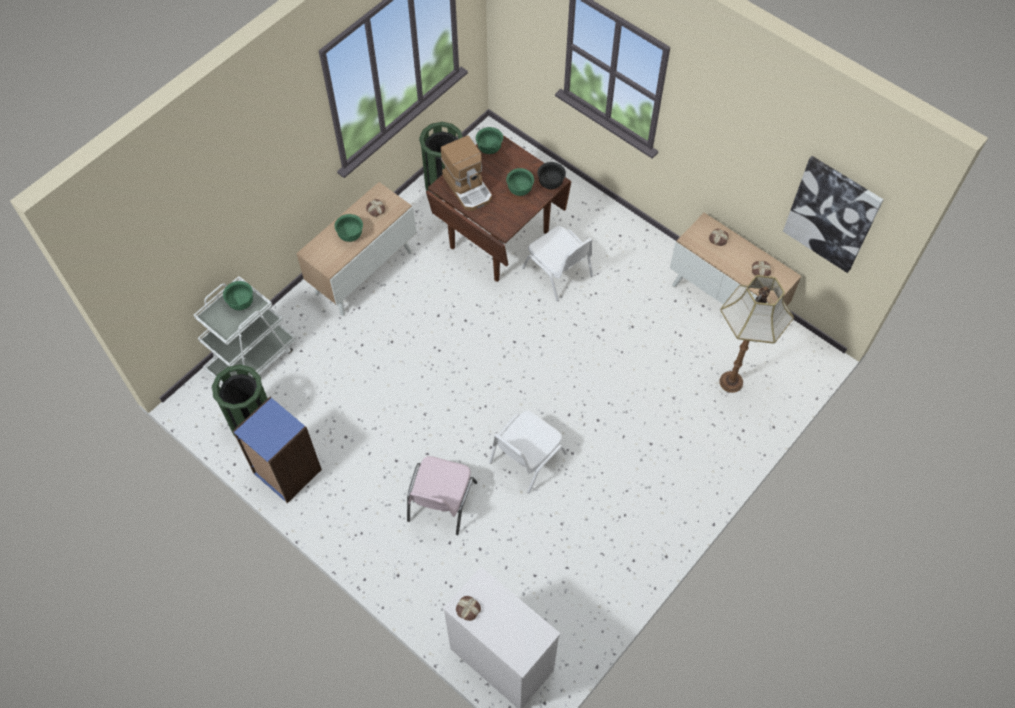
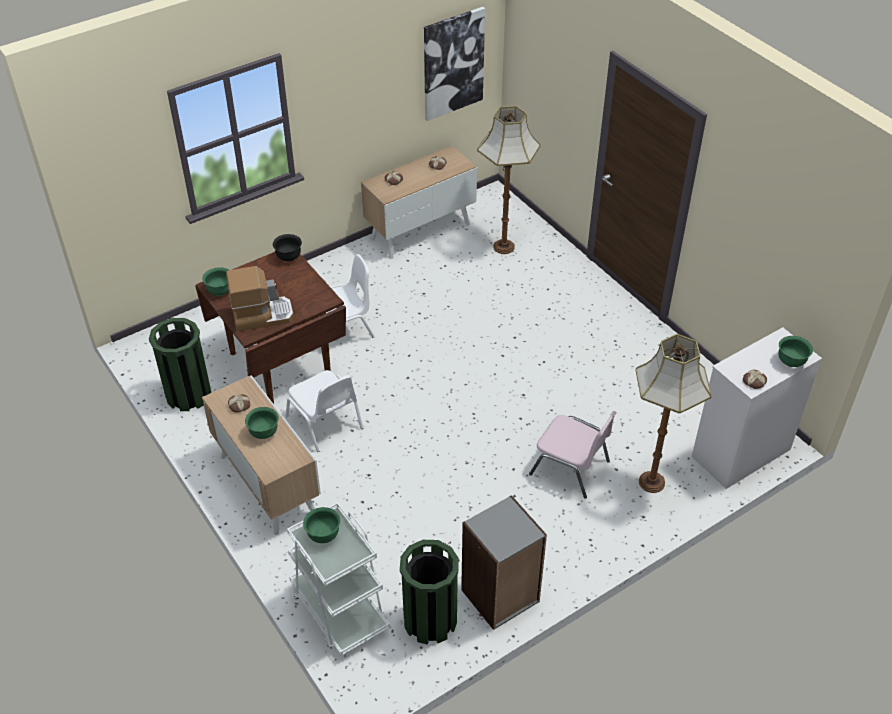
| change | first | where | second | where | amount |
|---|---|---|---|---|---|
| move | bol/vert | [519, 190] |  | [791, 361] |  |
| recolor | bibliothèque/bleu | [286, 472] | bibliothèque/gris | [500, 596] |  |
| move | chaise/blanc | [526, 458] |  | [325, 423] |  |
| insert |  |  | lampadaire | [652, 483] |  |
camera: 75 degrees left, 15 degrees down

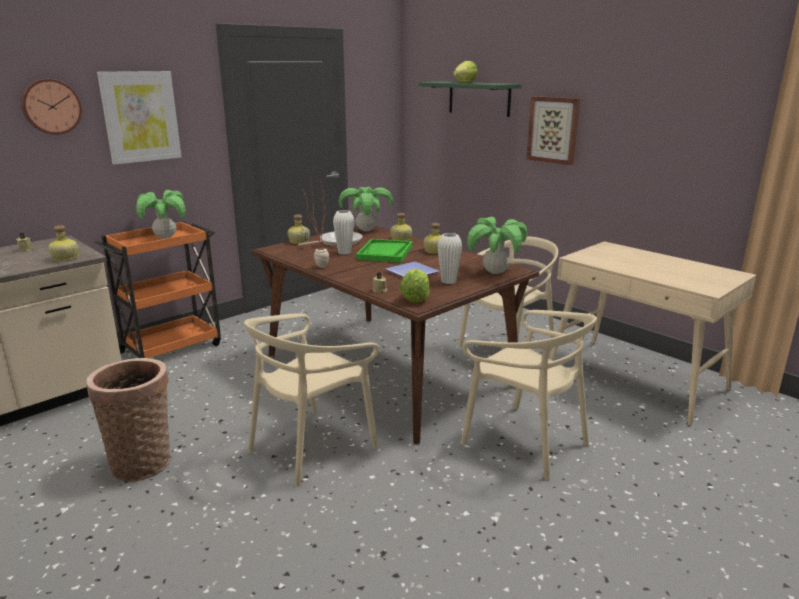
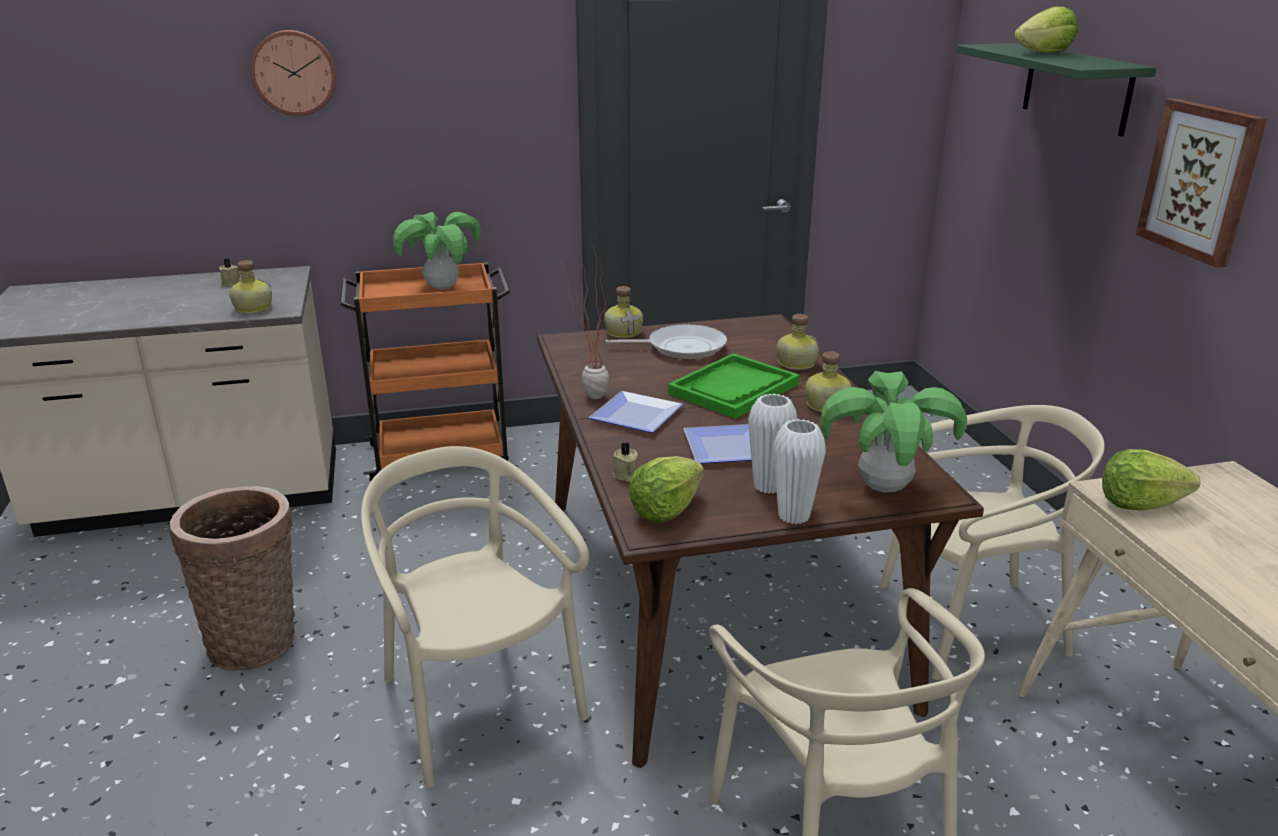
| change | first | where | second | where | amount |
|---|---|---|---|---|---|
| delete | tableau | [140, 117] |  |  |  |
| delete | plante en pot | [366, 230] |  |  |  |
| move | vase/blanc | [344, 252] |  | [793, 516] |  |
| rotate | chaise/beige | [312, 446] |  | [478, 704] | 75 degrees clockwise |
| insert |  |  | assiette | [639, 415] |  |
| insert |  |  | laitue | [1139, 504] |  |
camera: 30 degrees right, 5 degrees up

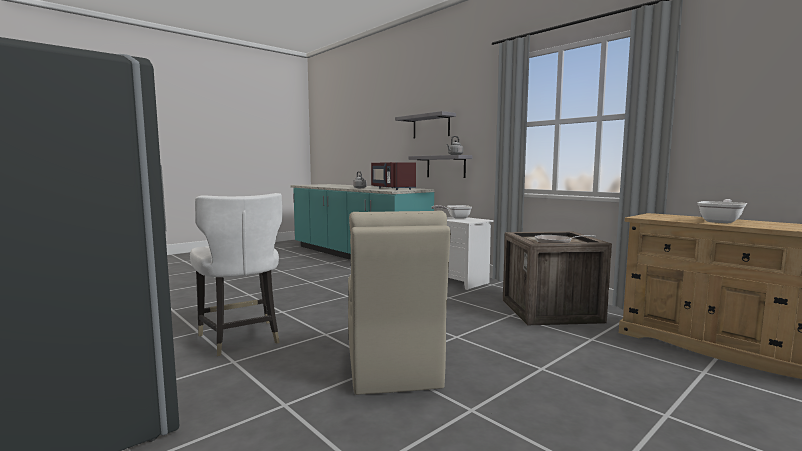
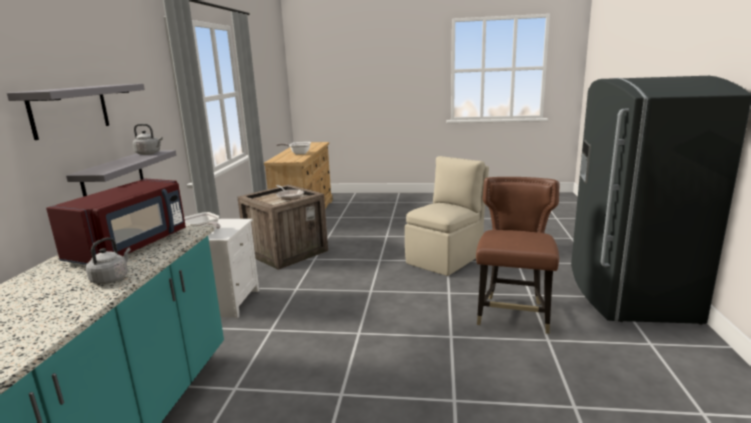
| change | first | where | second | where | amount |
|---|---|---|---|---|---|
| recolor | chaise/blanc | [241, 338] | chaise/marron | [513, 315] |  |
camera: 130 degrees left, 10 degrees up

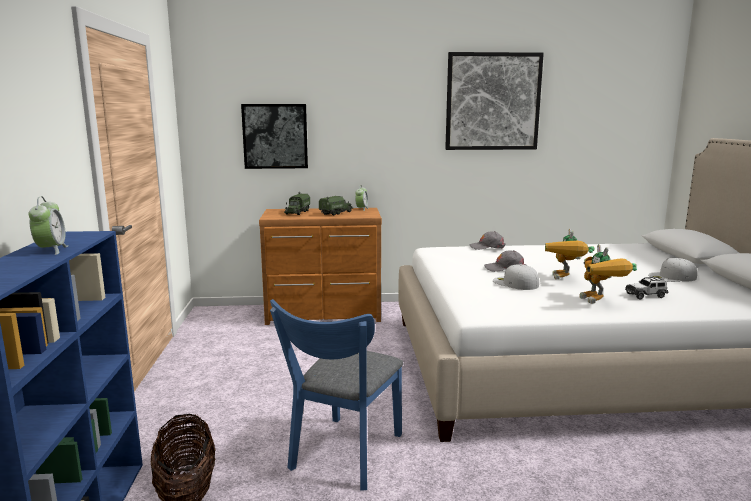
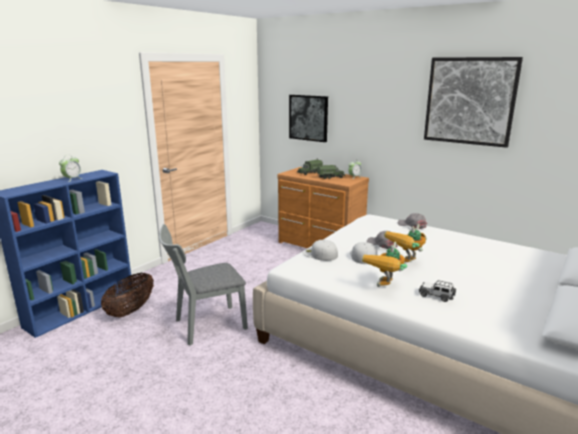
| change | first | where | second | where | amount |
|---|---|---|---|---|---|
| move | casquette/blanc | [672, 277] |  | [319, 254] |  |
| recolor | chaise/bleu | [343, 456] | chaise/gris | [205, 326] |  |
camera: 40 degrees right, 5 degrees up

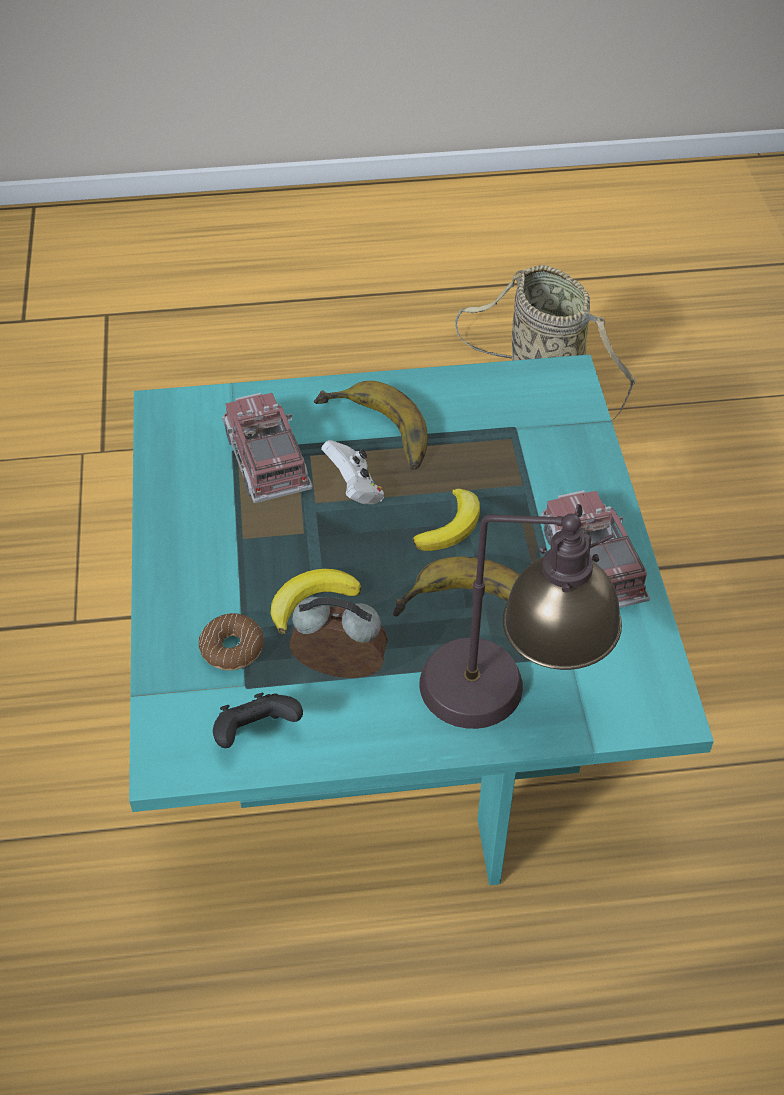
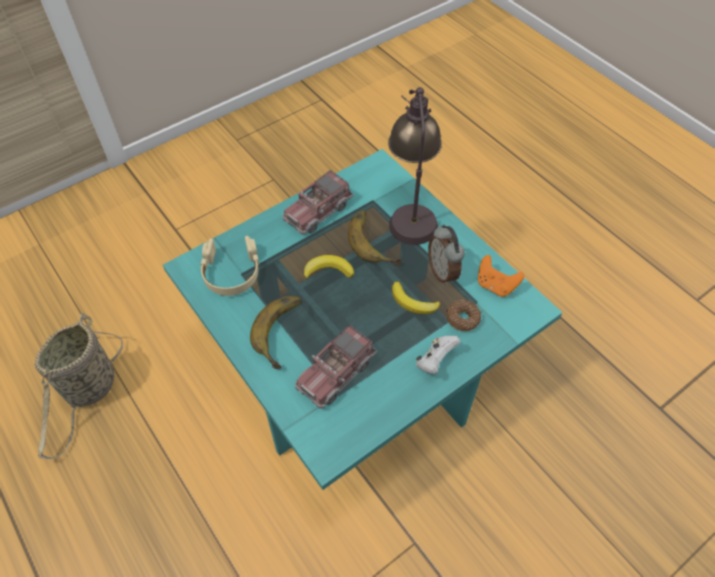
| change | first | where | second | where | amount |
|---|---|---|---|---|---|
| move | manette/blanc | [355, 489] |  | [435, 360] |  |
| recolor | manette/noir | [256, 733] | manette/orange | [495, 285] |  |
| insert |  |  | casque audio/beige | [231, 272] |  |
camera: 120 degrees left, 5 degrees up

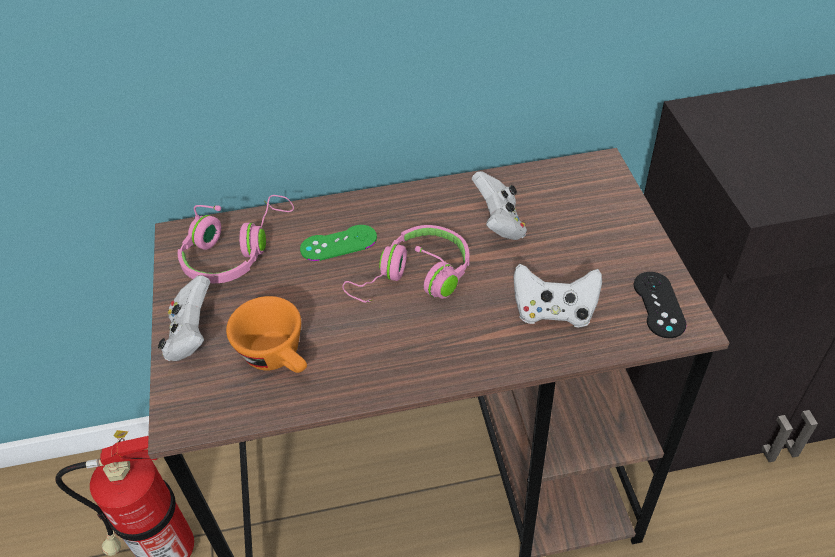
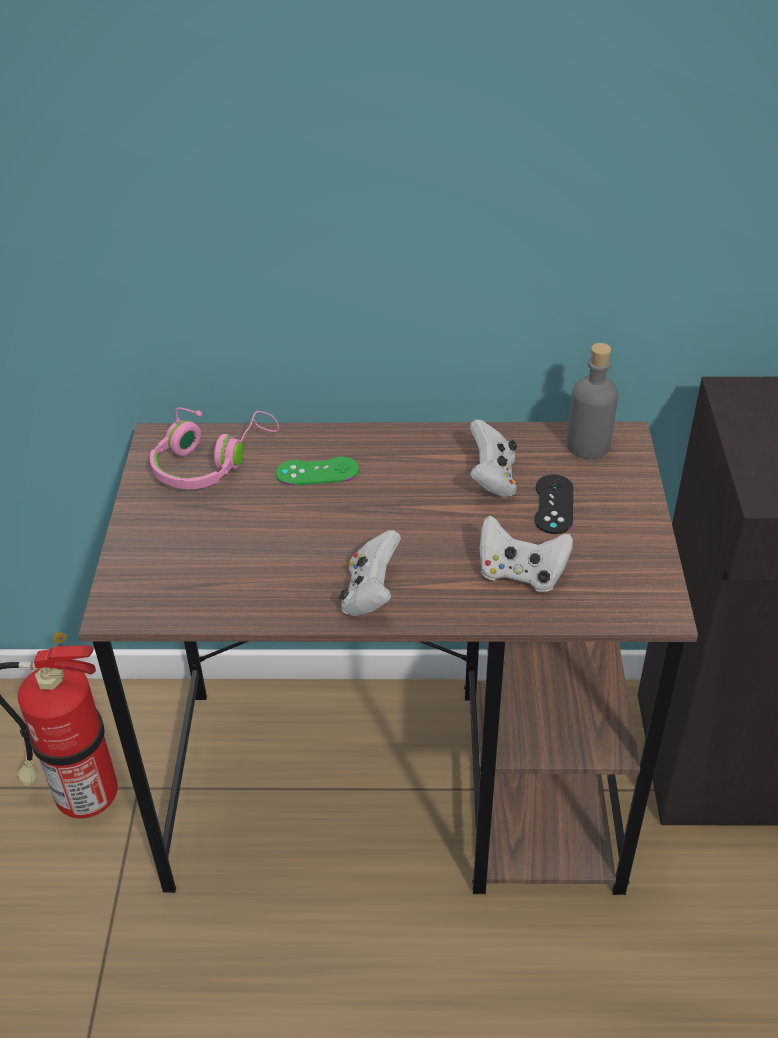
| change | first | where | second | where | amount |
|---|---|---|---|---|---|
| delete | casque audio/rose | [414, 279] |  |  |  |
| move | manette/noir | [659, 304] |  | [554, 504] |  |
| move | manette/blanc | [192, 336] |  | [370, 594] |  |
| delete | tasse/orange | [279, 358] |  |  |  |
| insert |  |  | bouteille/gris | [588, 445] |  |
camera: 10 degrees right, 5 degrees down

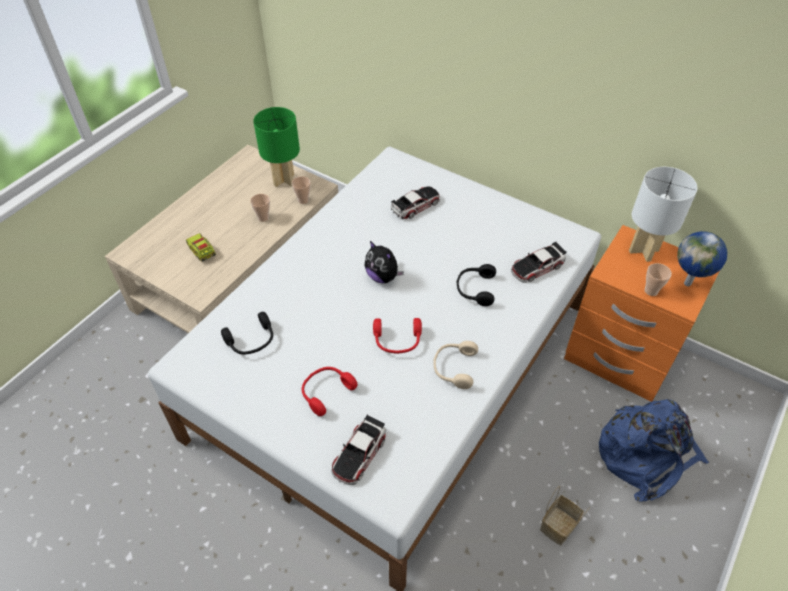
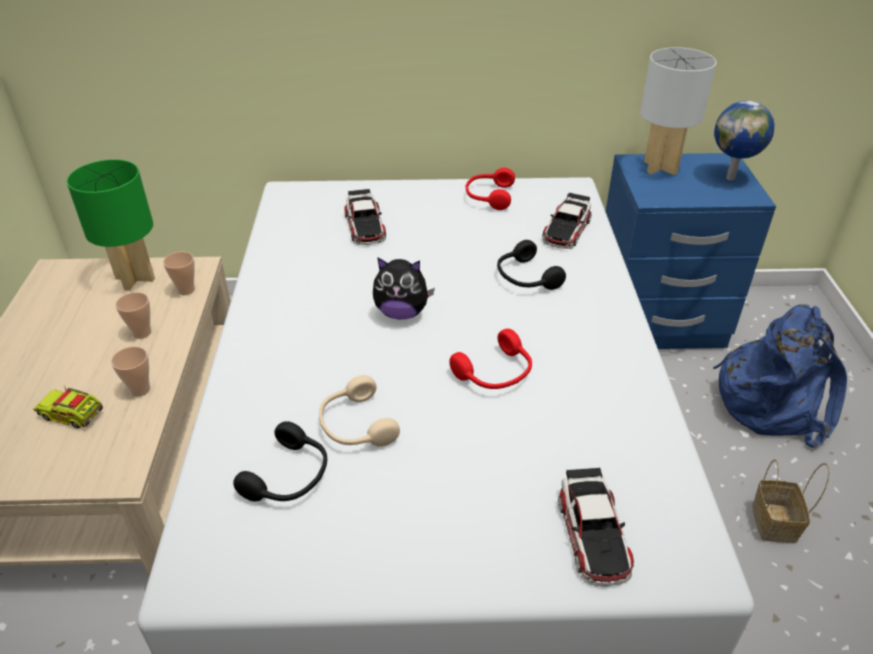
| change | first | where | second | where | amount |
|---|---|---|---|---|---|
| rotate | petite voiture | [415, 205] |  | [365, 225] | 150 degrees clockwise |
| recolor | table de chevet/orange | [619, 356] | table de chevet/bleu | [657, 321] |  |
| move | tasse | [651, 291] |  | [140, 390] |  |
| move | casque audio/beige | [454, 368] |  | [355, 425] |  |
| move | casque audio/rouge | [326, 392] |  | [488, 196] |  |
camera: 35 degrees left, 10 degrees down

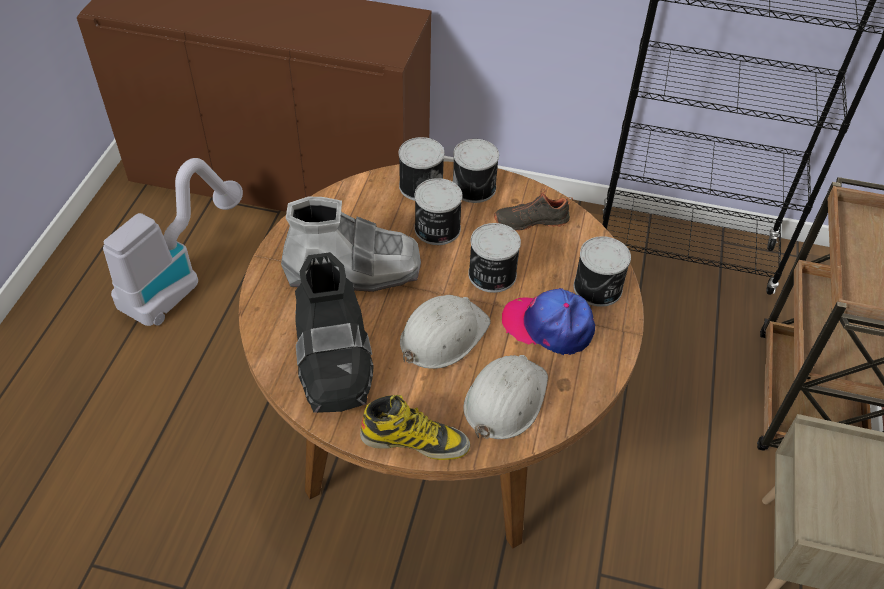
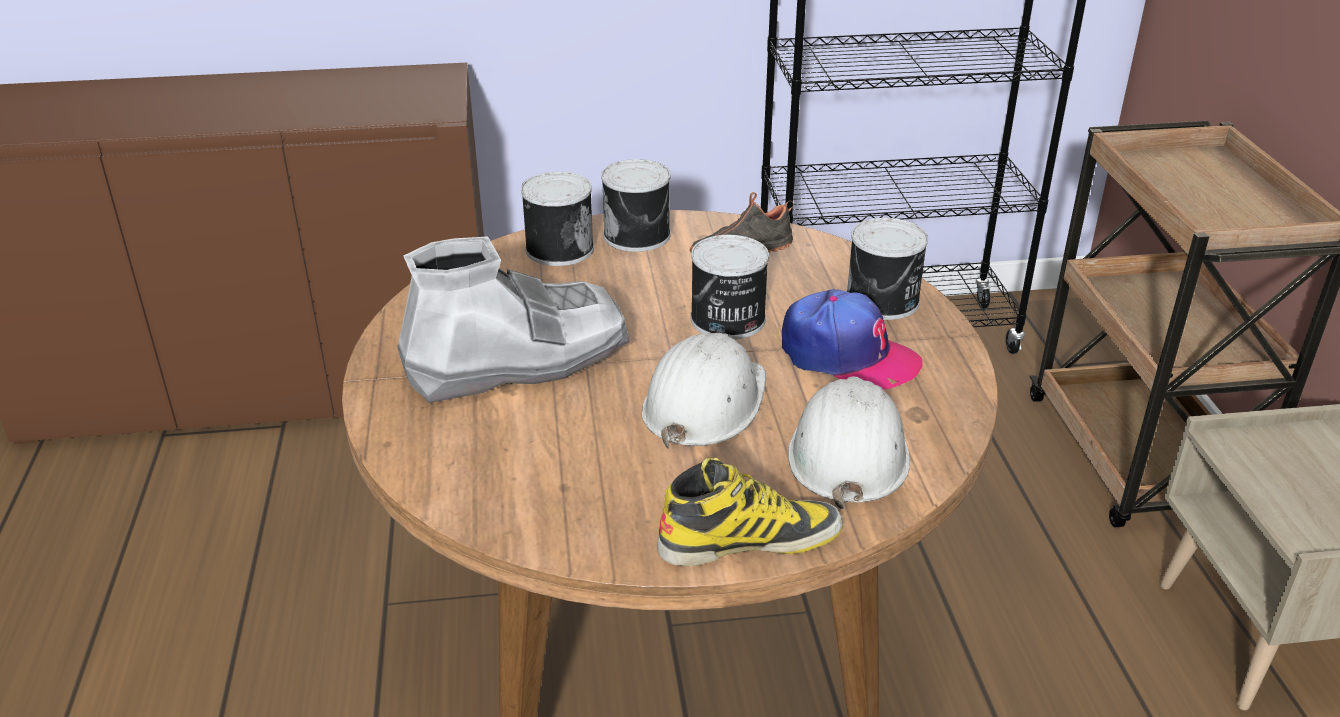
| change | first | where | second | where | amount |
|---|---|---|---|---|---|
| delete | aspirateur | [179, 278] |  |  |  |
| delete | boîte métallique | [436, 229] |  |  |  |
| delete | botte/noir | [333, 359] |  |  |  |
| rotate | casquette | [548, 326] |  | [847, 356] | 150 degrees counterclockwise |
camera: 20 degrees left, 15 degrees down

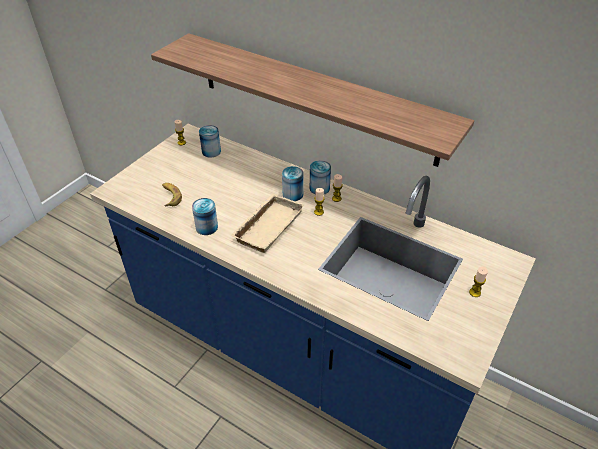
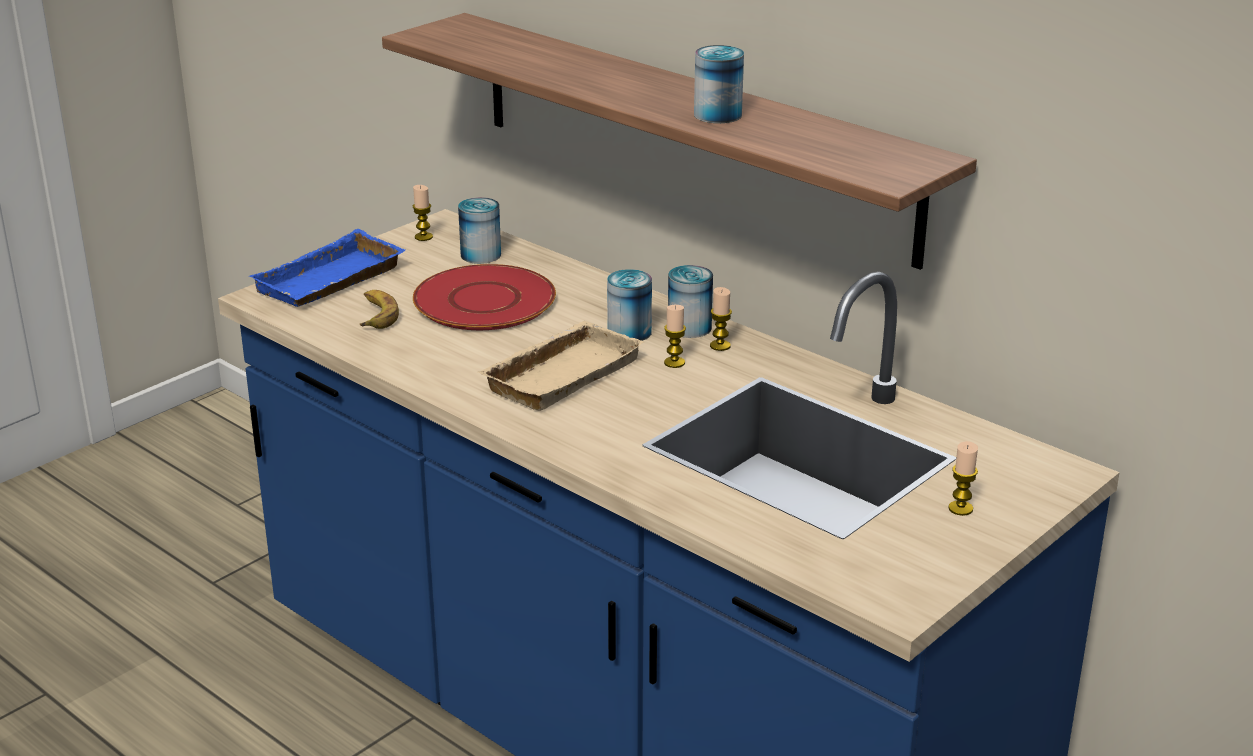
| change | first | where | second | where | amount |
|---|---|---|---|---|---|
| move | boîte métallique | [207, 227] |  | [717, 115] |  |
| insert |  |  | plateau/bleu | [331, 282] |  |
| insert |  |  | assiette/rouge | [483, 301] |  |
camera: 10 degrees right, 15 degrees down

